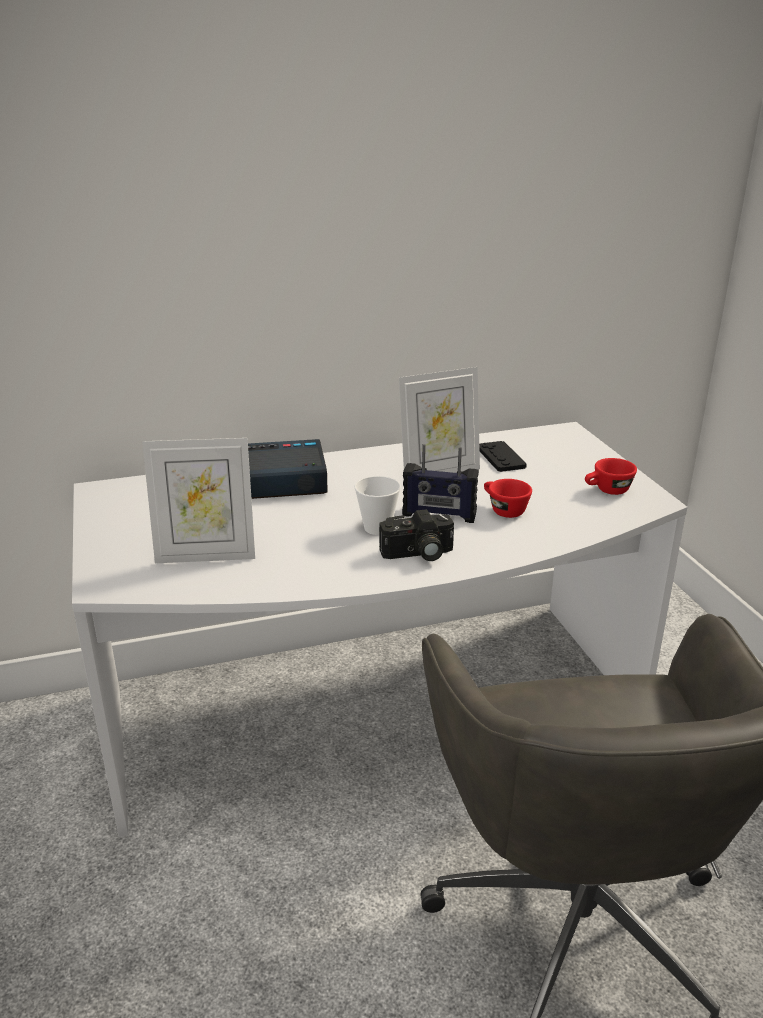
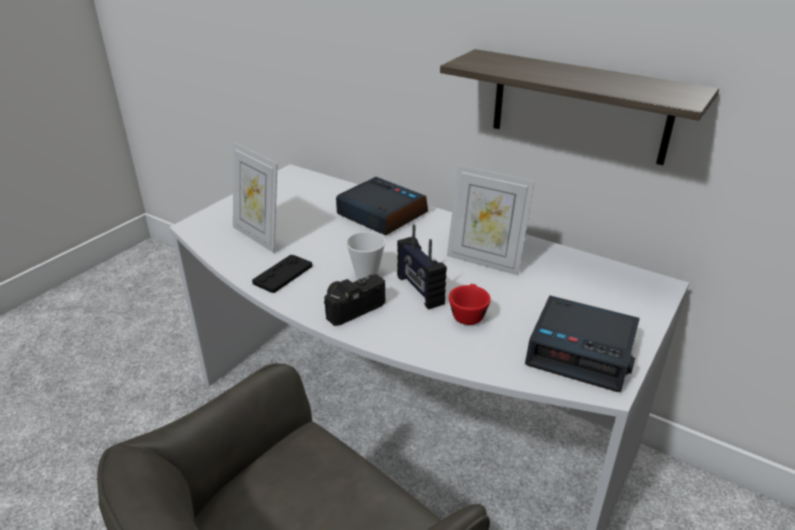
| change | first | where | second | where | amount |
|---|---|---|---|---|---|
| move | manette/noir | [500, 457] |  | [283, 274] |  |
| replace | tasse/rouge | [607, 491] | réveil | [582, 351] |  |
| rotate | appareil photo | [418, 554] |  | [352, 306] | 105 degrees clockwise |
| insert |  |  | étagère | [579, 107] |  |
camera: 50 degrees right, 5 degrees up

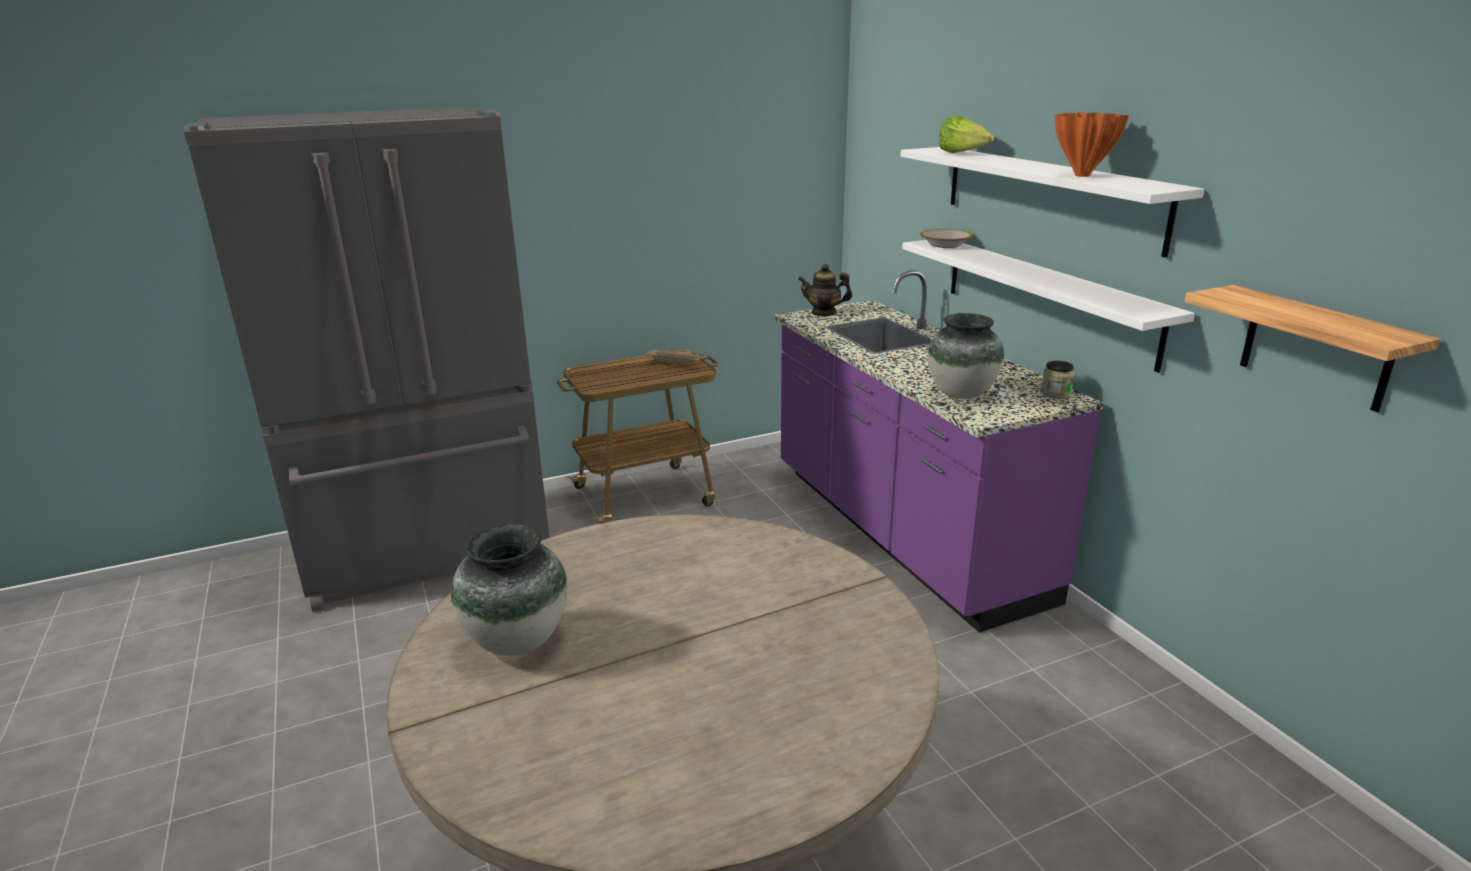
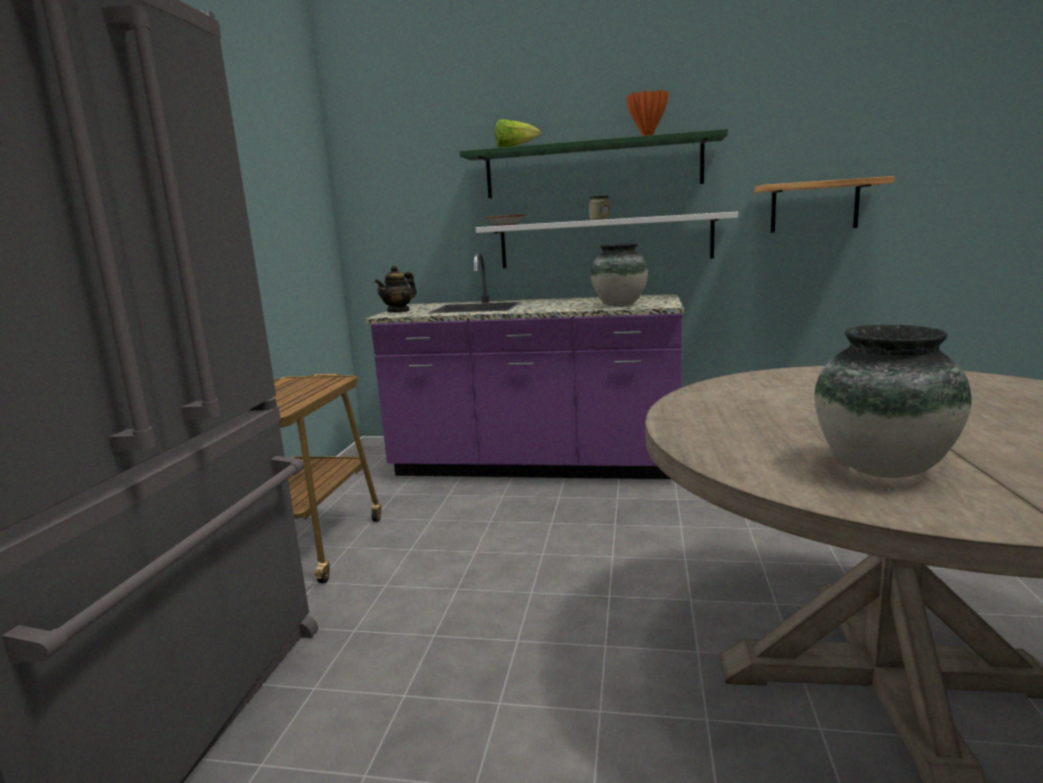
| change | first | where | second | where | amount |
|---|---|---|---|---|---|
| recolor | étagère/blanc | [1048, 195] | étagère/vert | [592, 168] |  |
| delete | plateau/beige | [675, 364] |  |  |  |
| move | bocal | [1056, 393] |  | [599, 219] |  |
camera: 55 degrees left, 10 degrees down

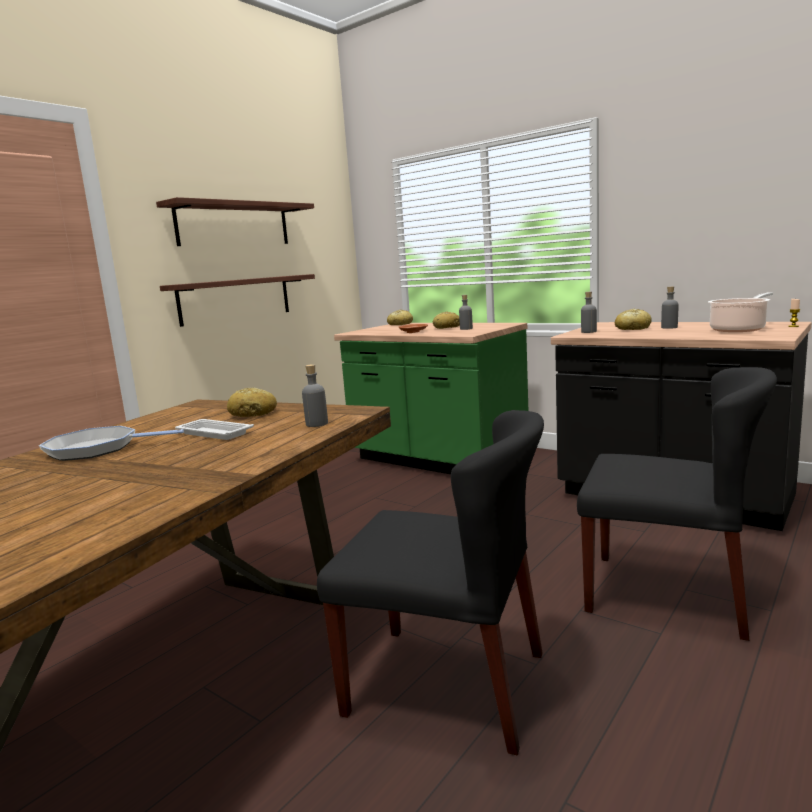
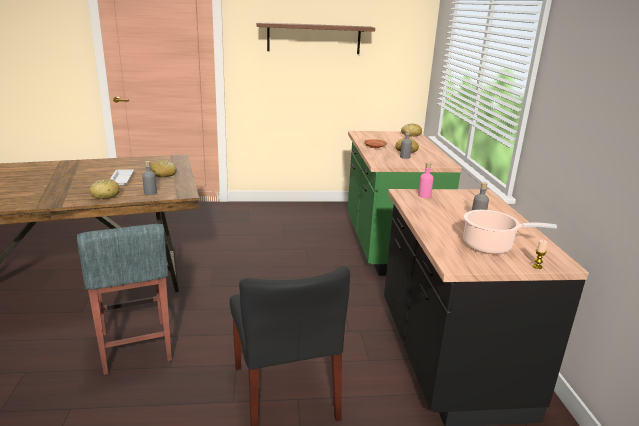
| change | first | where | second | where | amount |
|---|---|---|---|---|---|
| delete | étagère | [236, 299] |  |  |  |
| recolor | bouteille/gris | [588, 332] | bouteille/rose | [424, 195] |  |
| move | pain | [632, 328] |  | [105, 195] |  |
| replace | chaise/noir | [448, 683] | tabouret/gris | [135, 347] |  |
| delete | poêle | [97, 449] |  |  |  |
camera: 45 degrees right, 10 degrees up

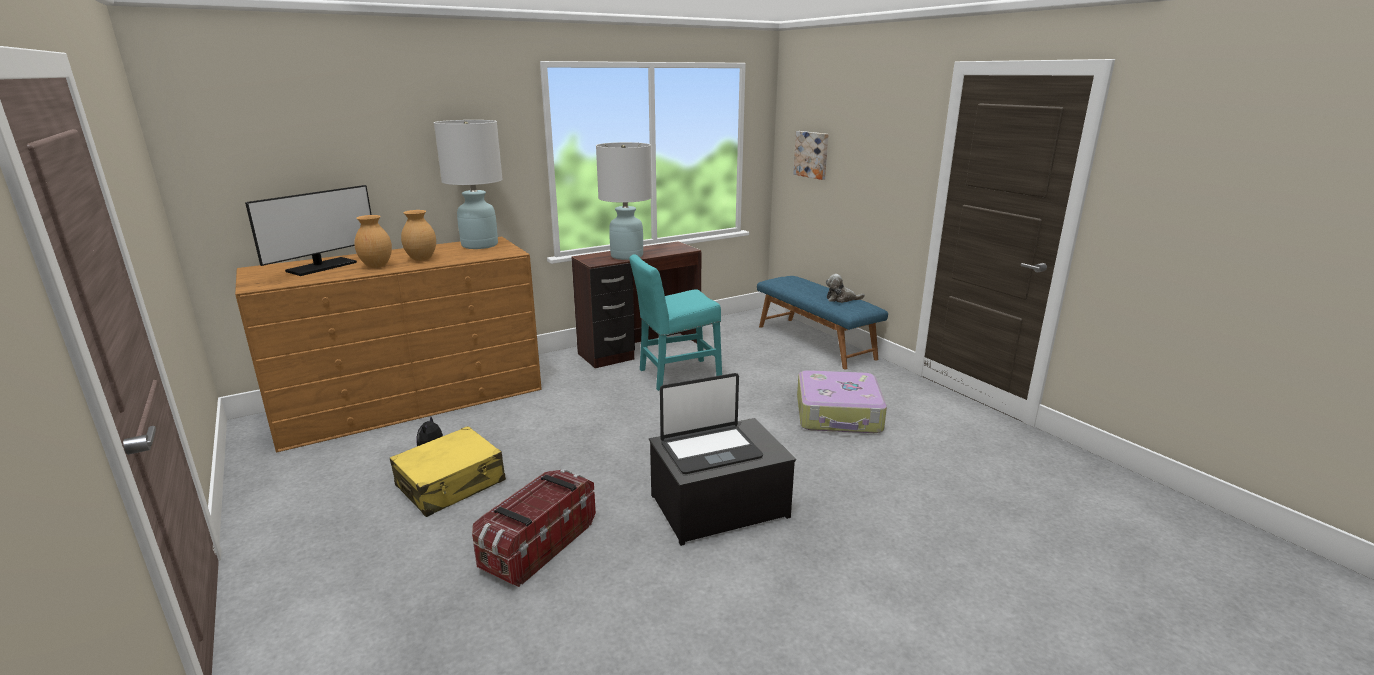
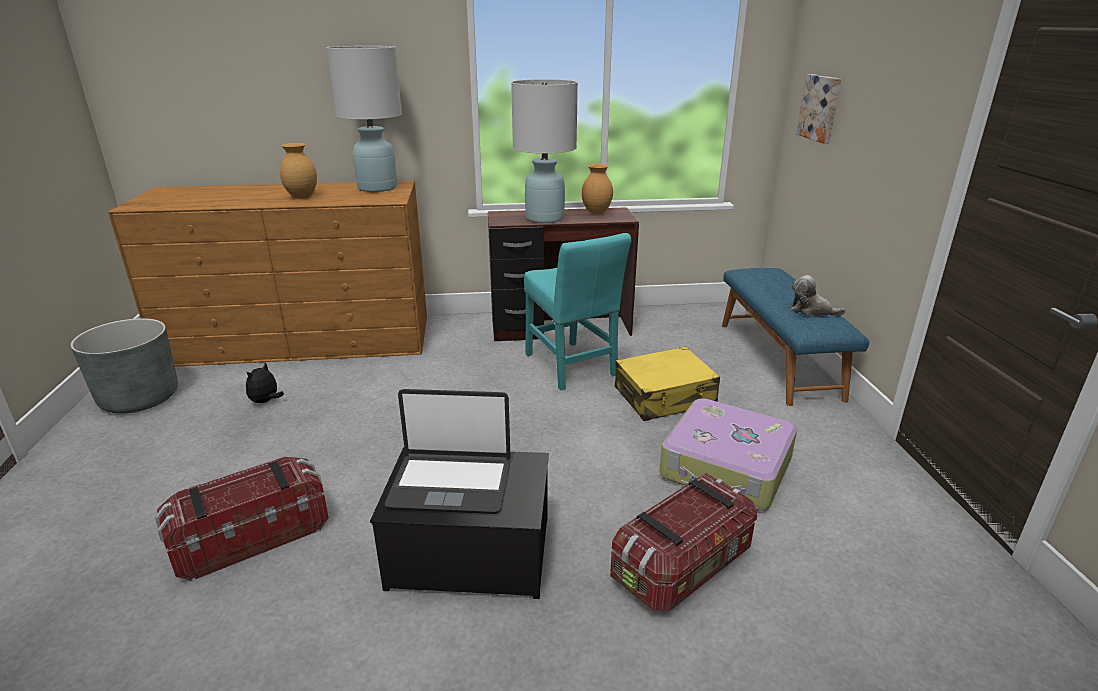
| change | first | where | second | where | amount |
|---|---|---|---|---|---|
| delete | écran d'ordinateur | [322, 267] |  |  |  |
| move | vase/marron | [377, 266] |  | [596, 212] |  |
| rotate | chaise/turquoise | [676, 375] |  | [571, 367] | 120 degrees counterclockwise |
| move | valise/jaune | [451, 484] |  | [664, 397] |  |
| insert |  |  | cache-pot/gris | [140, 398] |  |
| insert |  |  | boîte de rangement | [683, 566] |  |
camera: 25 degrees right, 5 degrees up

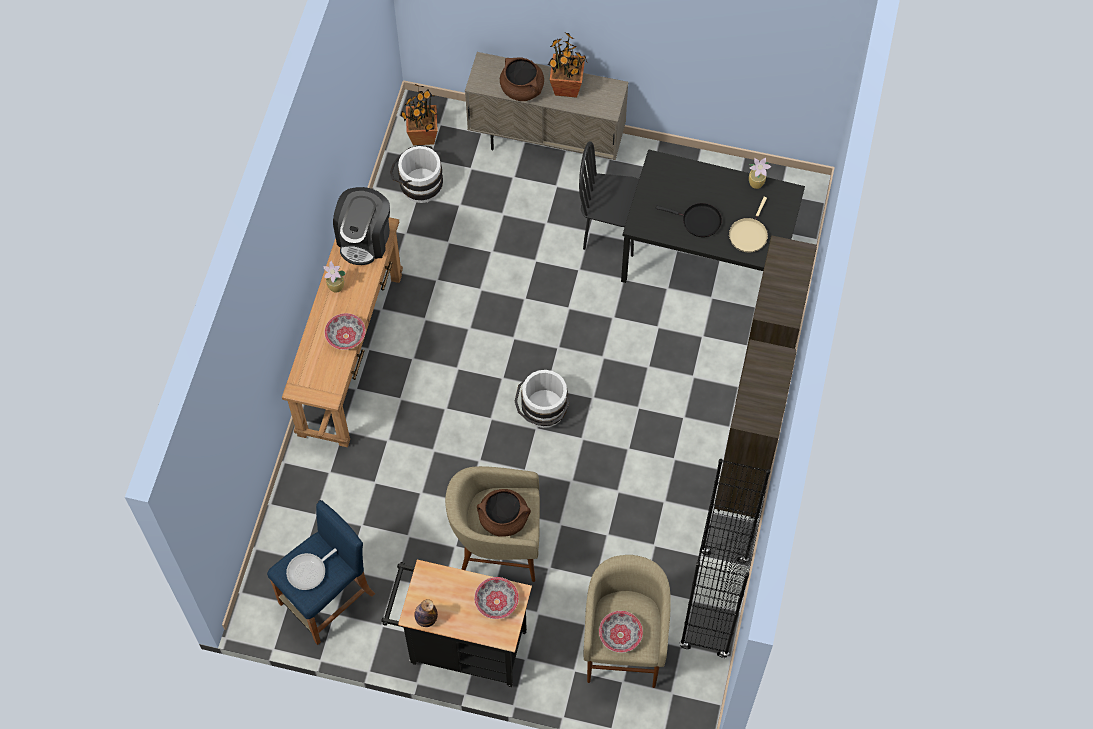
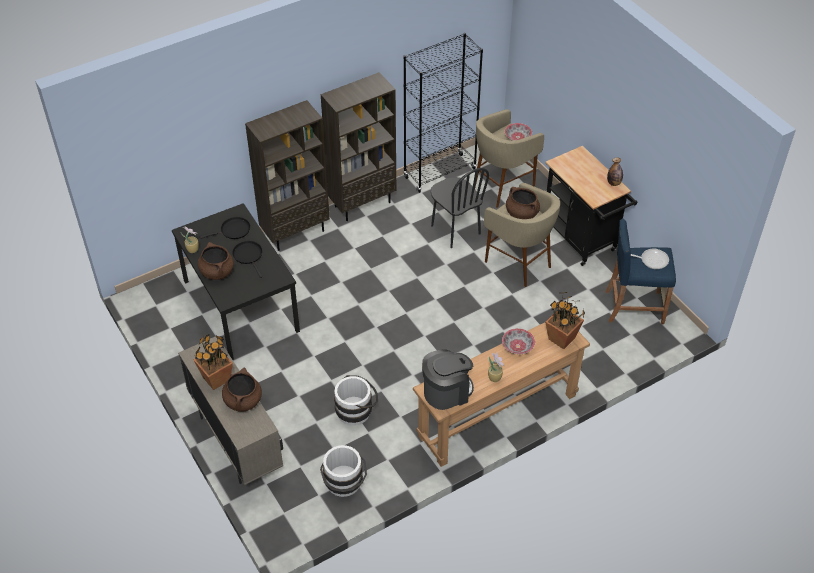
| change | first | where | second | where | amount |
|---|---|---|---|---|---|
| move | plante en pot | [422, 136] |  | [562, 339] |  |
| move | chaise/noir | [612, 232] |  | [455, 230] |  |
| recolor | poêle/beige | [748, 234] | poêle/noir | [233, 230] |  |
| move | seau/blanc | [543, 413] |  | [357, 410] |  |
| delete | bol | [497, 601] |  |  |  |
| insert |  |  | marmite/marron | [217, 272] |  |
camera: 135 degrees left, 15 degrees down

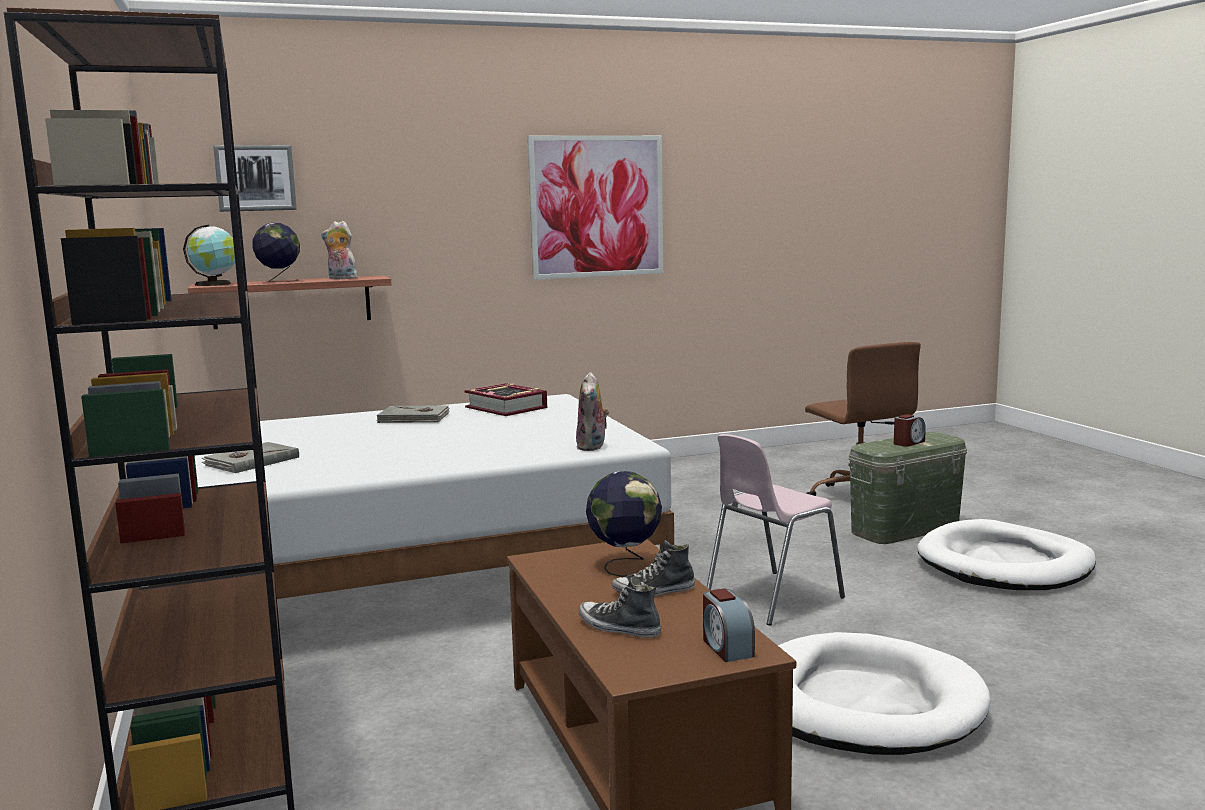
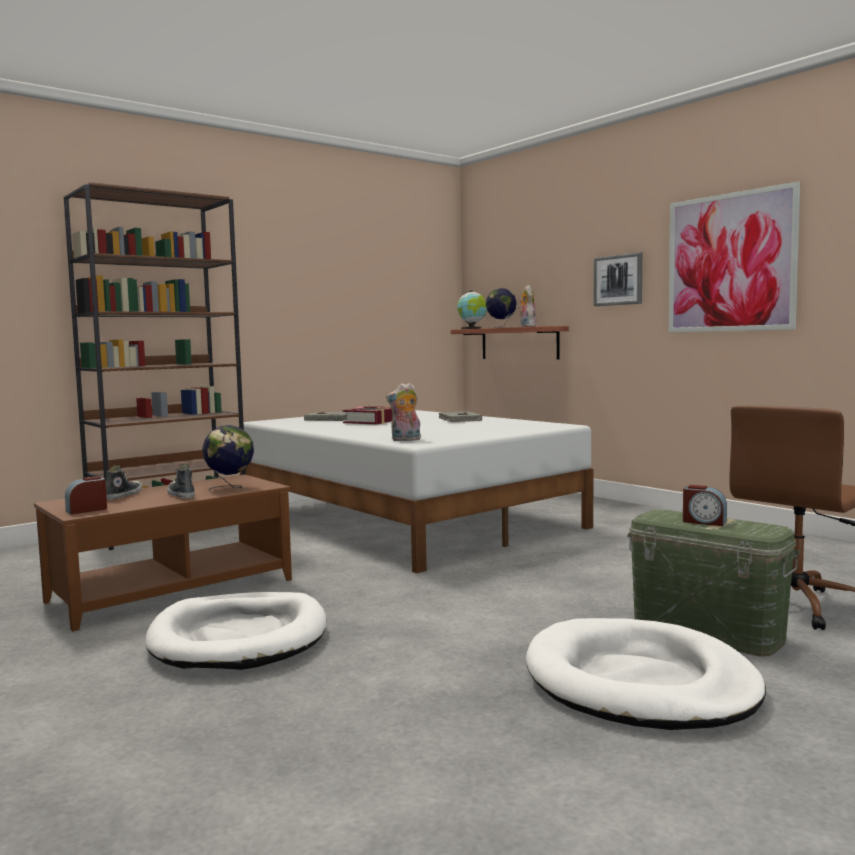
| change | first | where | second | where | amount |
|---|---|---|---|---|---|
| move | tableau | [255, 178] |  | [618, 280] |  |
| move | livre | [506, 408] |  | [373, 421] |  |
| delete | chaise/rose | [771, 598] |  |  |  |
camera: 70 degrees right, 5 degrees down

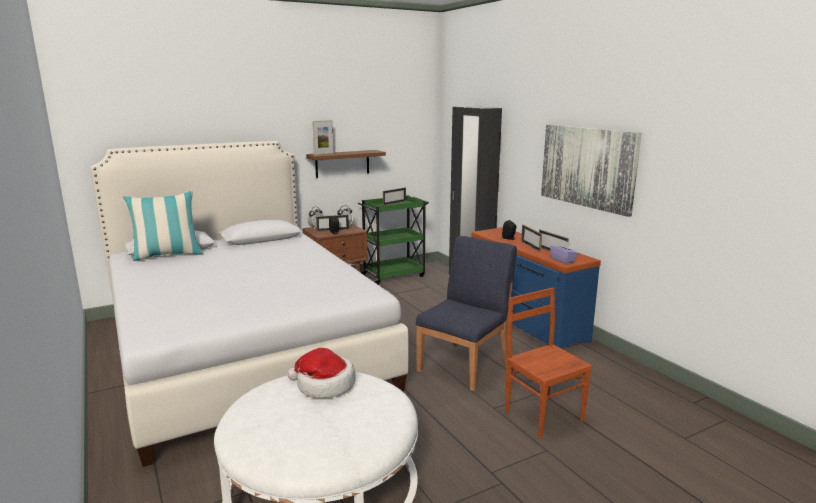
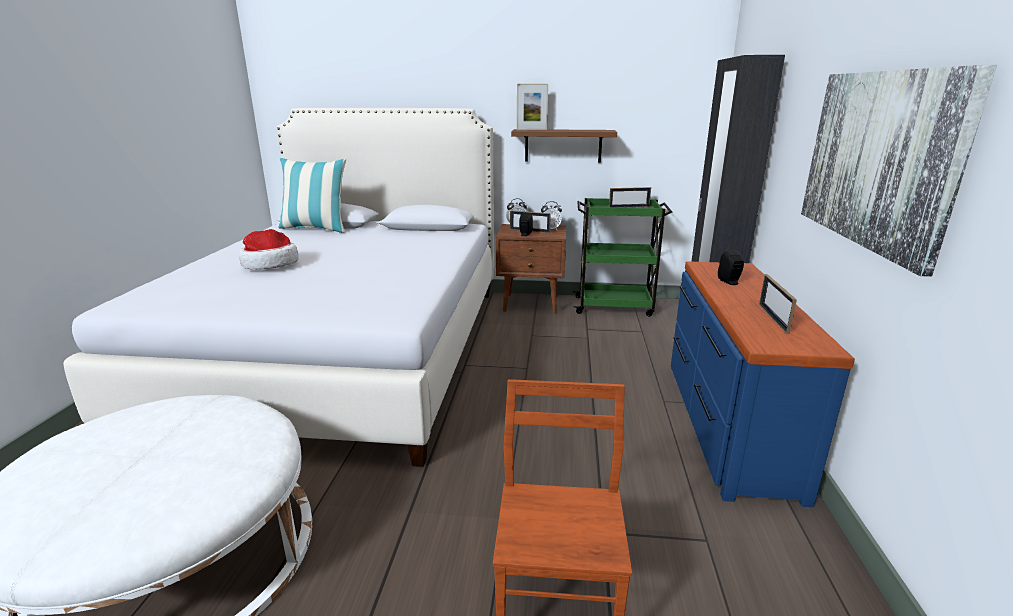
| change | first | where | second | where | amount |
|---|---|---|---|---|---|
| delete | cadre photo | [530, 246] |  |  |  |
| delete | chaise/bleu | [465, 365] |  |  |  |
| delete | boîte à mouchoirs/violet | [563, 260] |  |  |  |
| move | chapeau | [324, 385] |  | [269, 264] |  |
camera: 35 degrees right, 5 degrees up

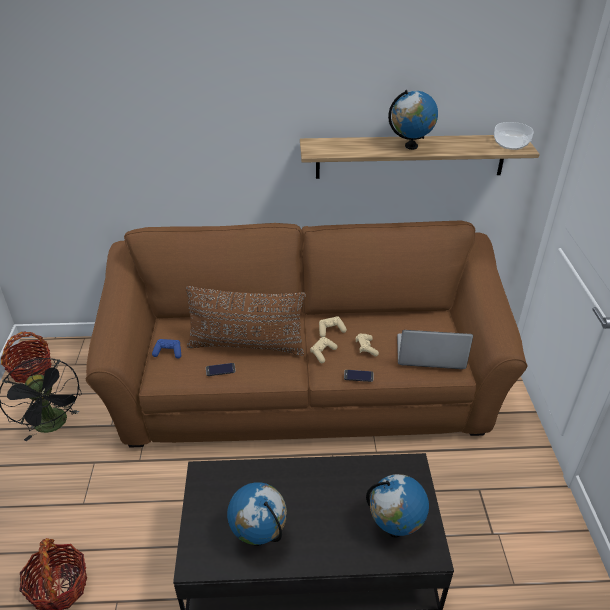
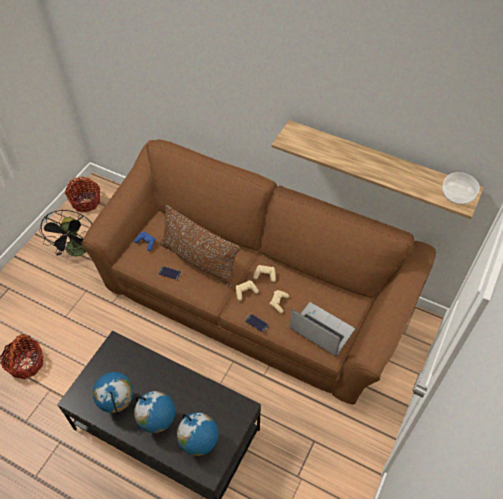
| change | first | where | second | where | amount |
|---|---|---|---|---|---|
| move | globe | [411, 146] |  | [158, 423] |  |
camera: 30 degrees right, 15 degrees up

